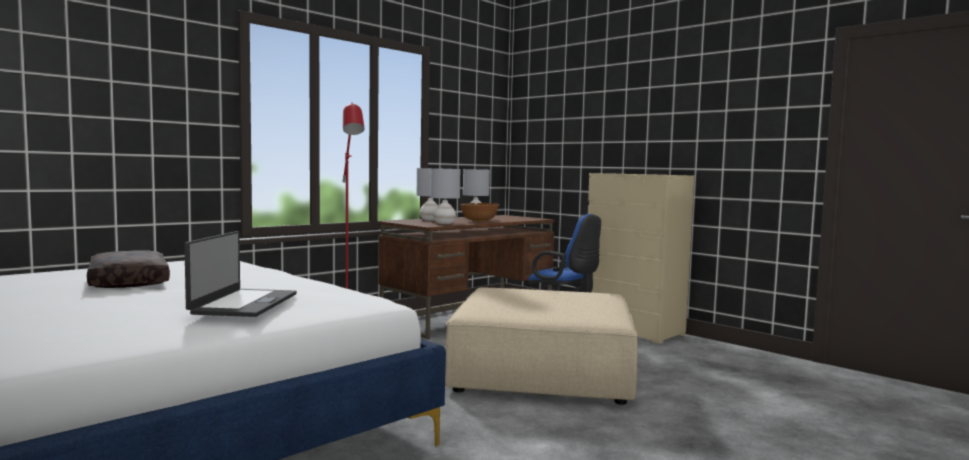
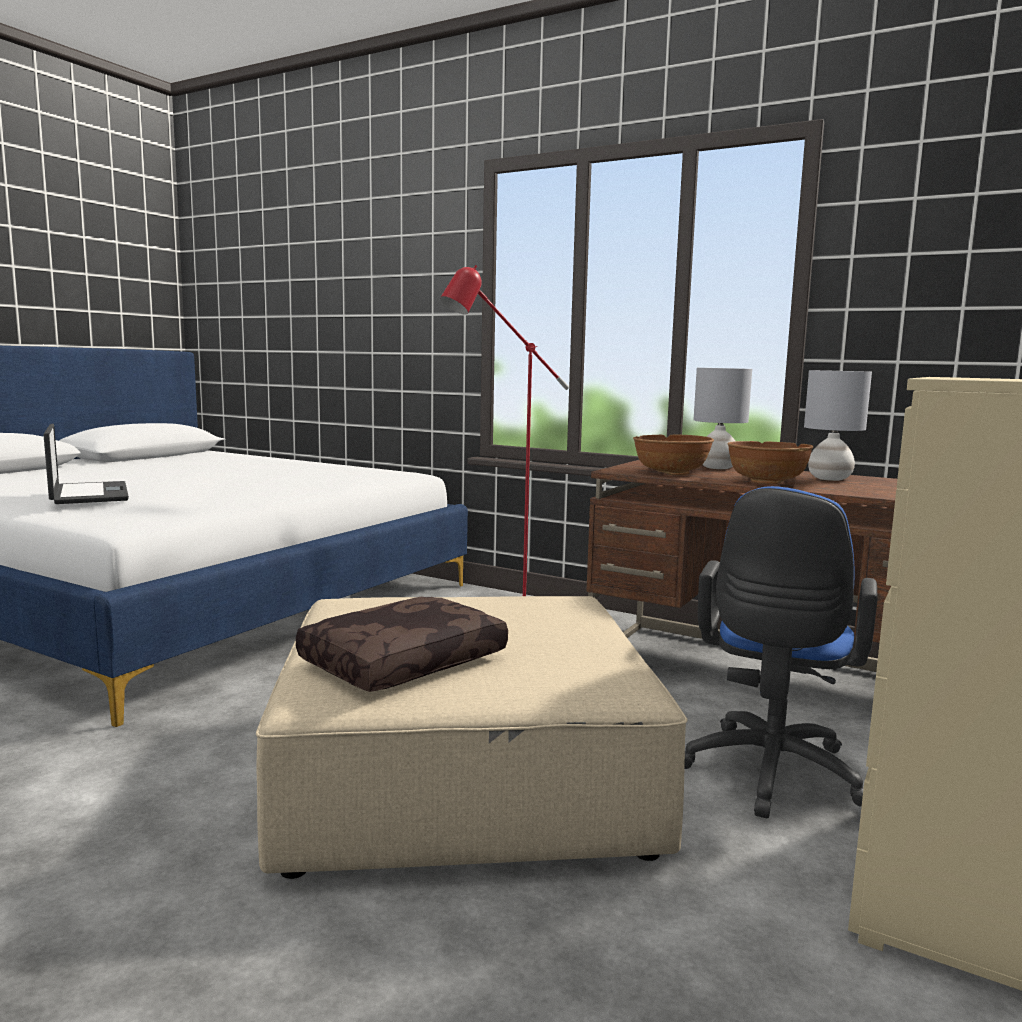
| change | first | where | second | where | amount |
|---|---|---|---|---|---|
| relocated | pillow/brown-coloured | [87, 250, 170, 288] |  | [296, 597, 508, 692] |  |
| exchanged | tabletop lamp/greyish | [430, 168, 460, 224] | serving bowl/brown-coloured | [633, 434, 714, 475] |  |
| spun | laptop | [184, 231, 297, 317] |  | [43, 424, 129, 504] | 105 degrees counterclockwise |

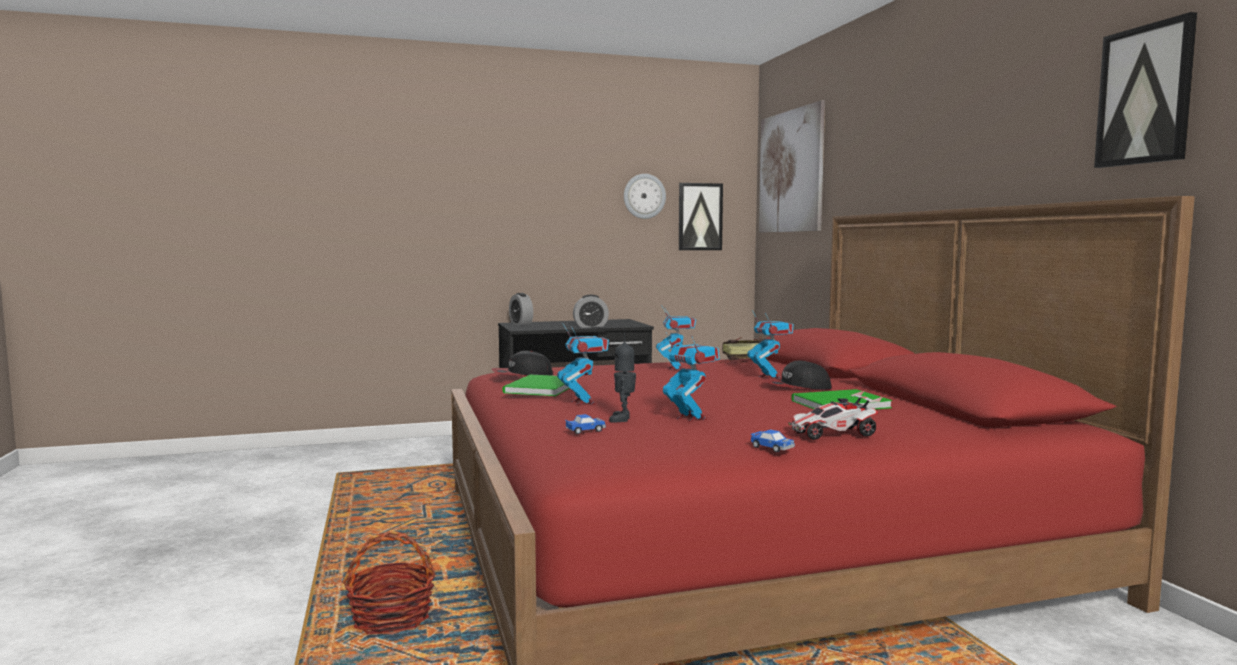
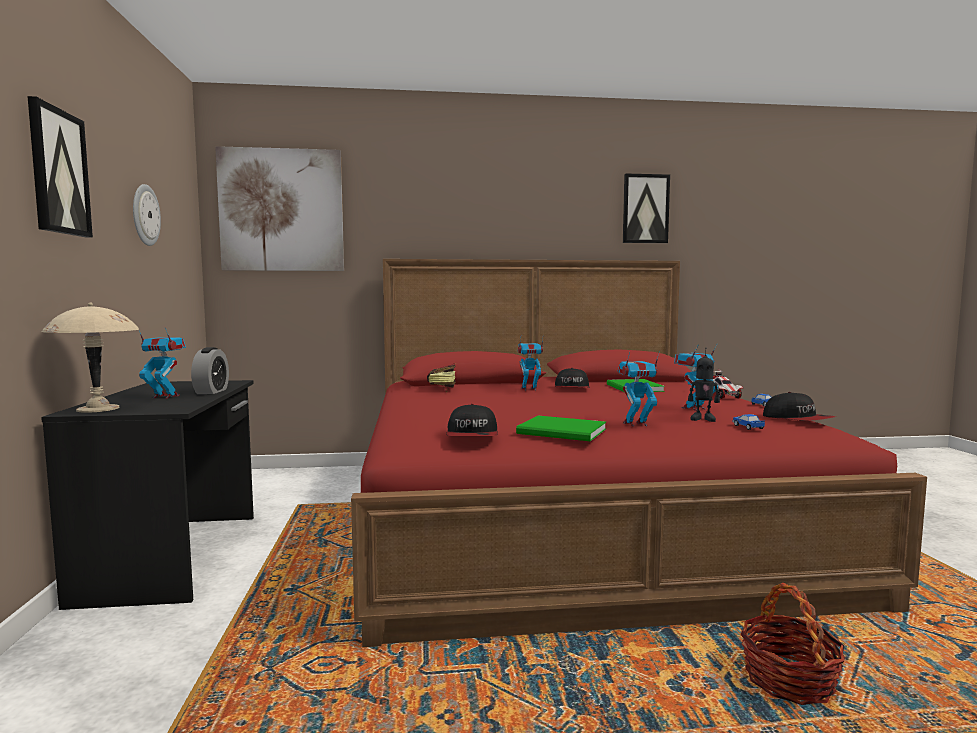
| change | first | where | second | where | amount |
|---|---|---|---|---|---|
| appeared |  |  | baseball cap | [763, 392, 836, 421] |  |
| relocated | robot figure | [656, 307, 696, 371] |  | [139, 328, 186, 399] |  |
| relocated | wall picture | [679, 183, 723, 250] |  | [28, 96, 93, 237] |  |
| exchanged | bedside clock | [509, 293, 533, 325] | tabletop lamp/beige-coloured | [42, 302, 139, 413] |  |

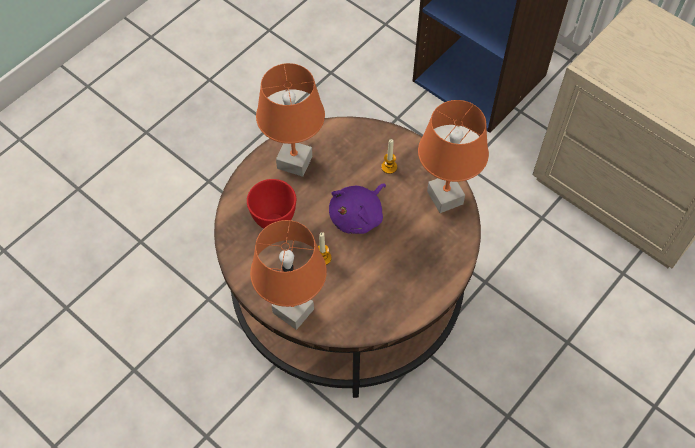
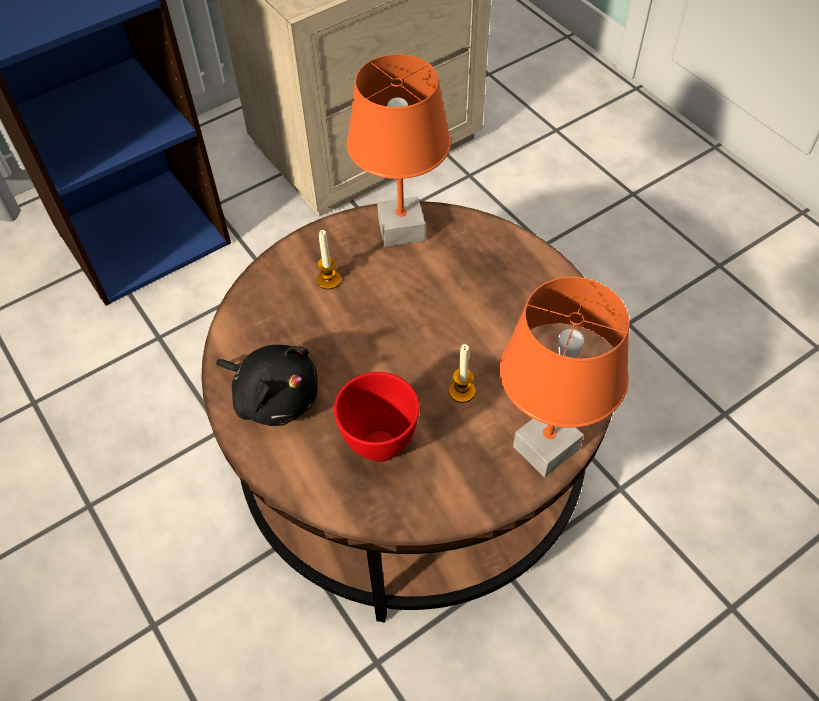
| change | first | where | second | where | amount |
|---|---|---|---|---|---|
| missing | cuddly toy/purple | [329, 184, 386, 234] |  |  |  |
| exchanged | tabletop lamp/orangey | [256, 63, 325, 177] | cuddly toy/black | [216, 345, 318, 426] |  |

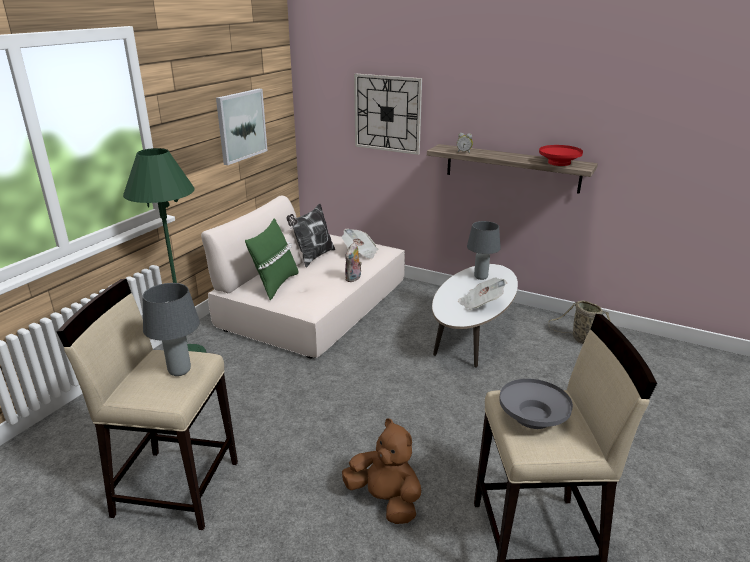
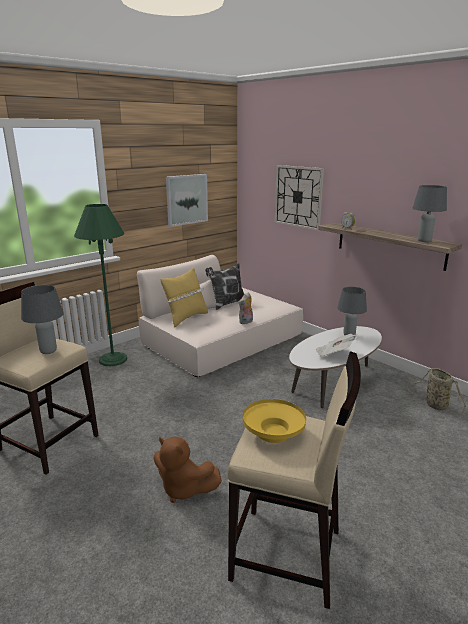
| change | first | where | second | where | amount |
|---|---|---|---|---|---|
| missing | daily paper | [342, 228, 378, 259] |  |  |  |
| exchanged | serving bowl/red-coloured | [539, 145, 583, 166] | tabletop lamp/greyish | [413, 185, 447, 242] |  |
| colour | pillow/green | [245, 219, 299, 300] | pillow/yellow | [160, 268, 208, 327] |  |
| colour | serving bowl/greyish | [499, 379, 573, 429] | serving bowl/yellow | [243, 399, 306, 443] |  |
| spun | cuddly toy/brown-coloured | [342, 418, 421, 524] |  | [153, 437, 222, 503] | 150 degrees clockwise |

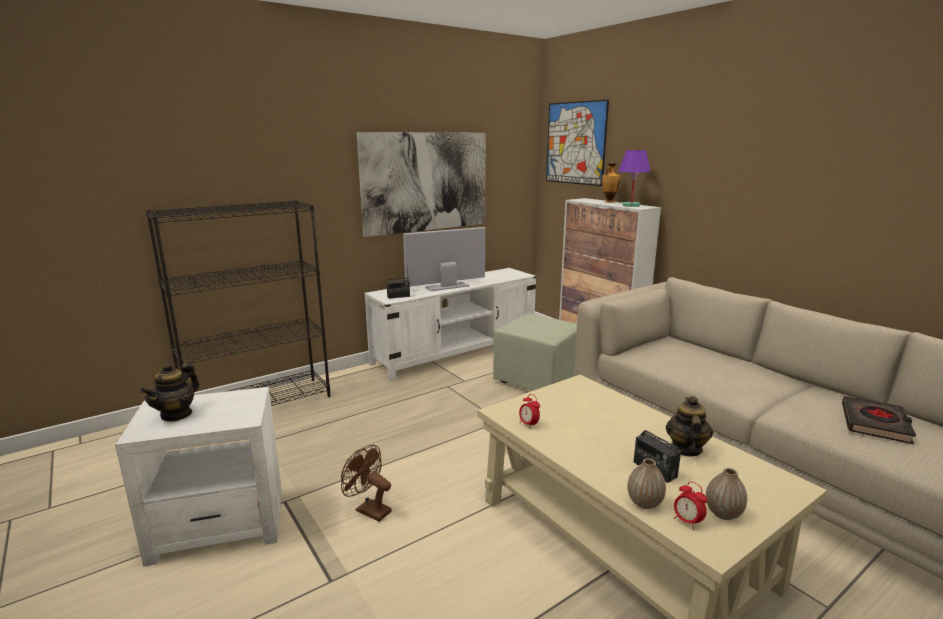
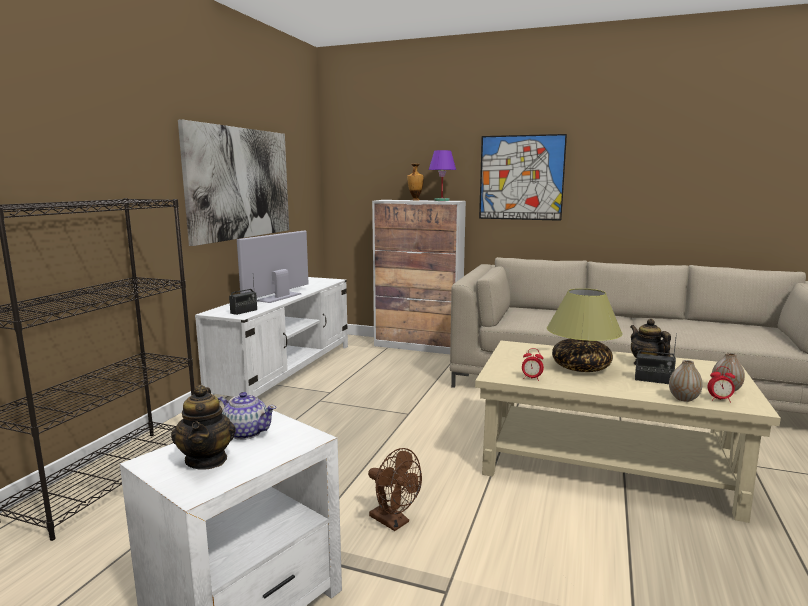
| change | first | where | second | where | amount |
|---|---|---|---|---|---|
| missing | ottoman/green | [493, 314, 577, 391] |  |  |  |
| missing | book/black | [842, 396, 916, 444] |  |  |  |
| appeared |  |  | teapot | [218, 392, 277, 440] |  |
| appeared |  |  | tabletop lamp | [547, 288, 622, 372] |  |
| relocated | wall picture | [546, 100, 609, 186] |  | [479, 134, 567, 221] |  |
| spun | cooling fan/brown-coloured | [341, 445, 392, 522] |  | [368, 448, 422, 531] | 135 degrees counterclockwise |

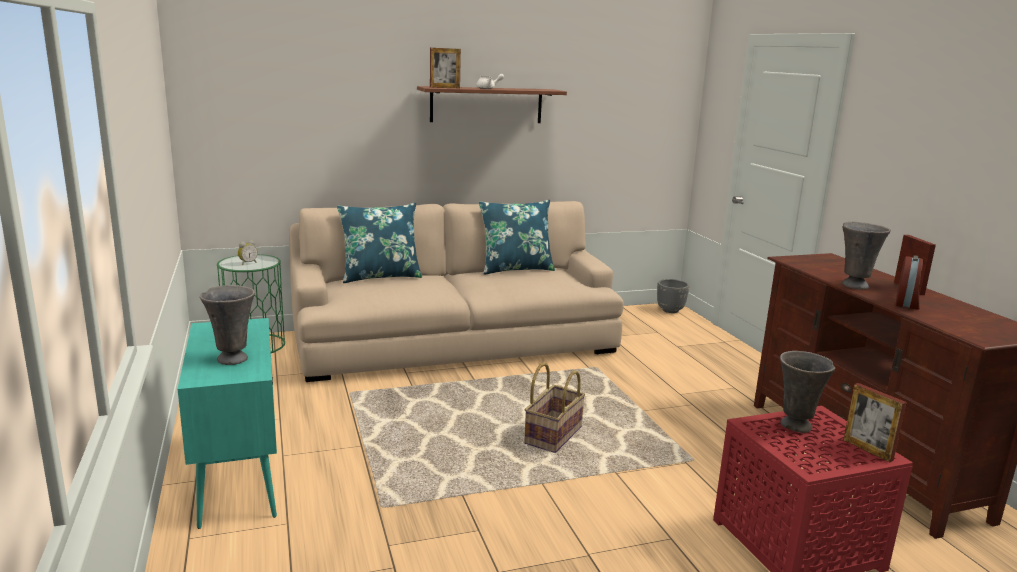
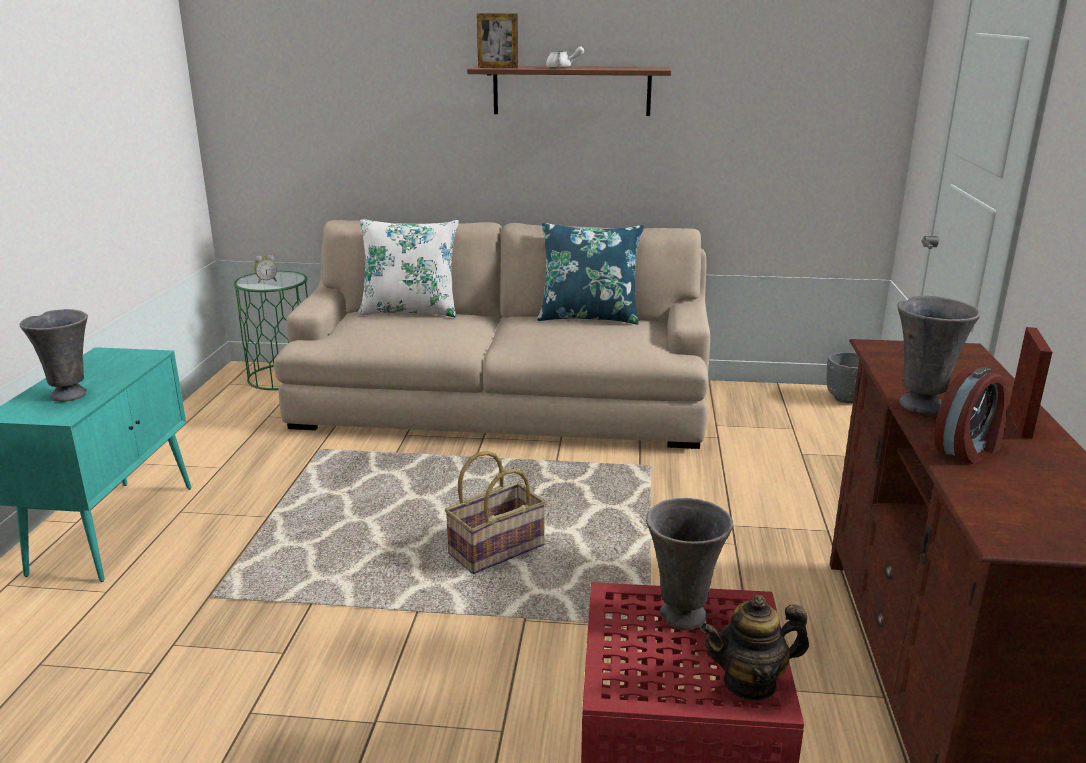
| change | first | where | second | where | amount |
|---|---|---|---|---|---|
| exchanged | standing frame | [843, 383, 907, 462] | teapot | [700, 595, 809, 701] |  |
| colour | pillow/bluish | [337, 203, 422, 283] | pillow/whitish | [358, 219, 459, 317] |  |

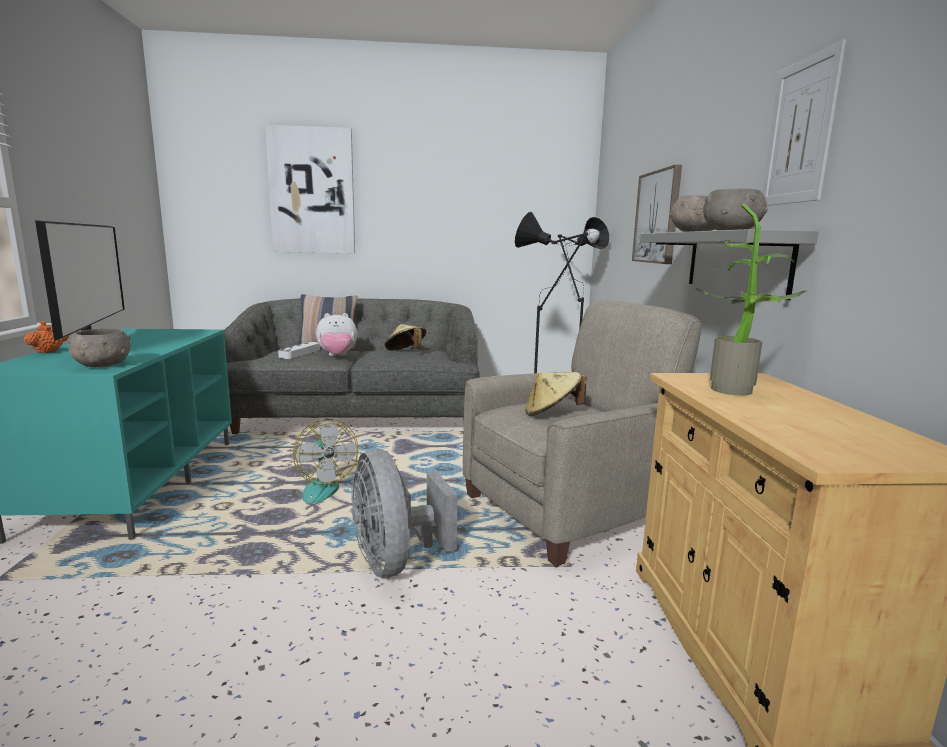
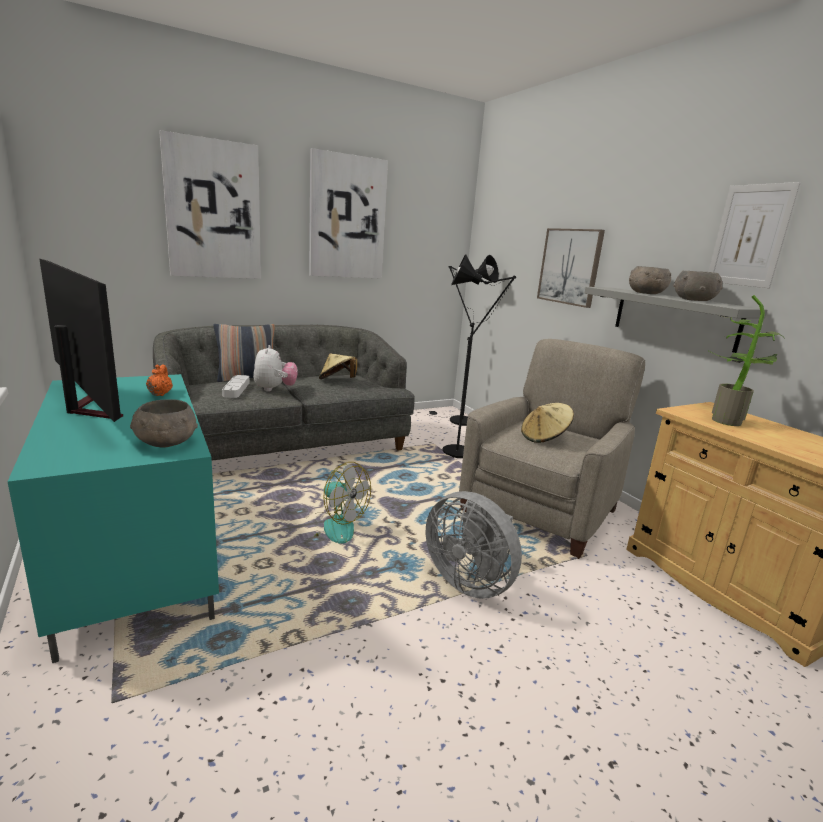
| change | first | where | second | where | amount |
|---|---|---|---|---|---|
| appeared |  |  | wall picture | [309, 148, 388, 279] |  |
| relocated | teapot/orangey | [24, 321, 69, 353] |  | [146, 364, 173, 396] |  |
| spun | cuddly toy | [316, 313, 357, 356] |  | [253, 345, 298, 392] | 60 degrees counterclockwise |

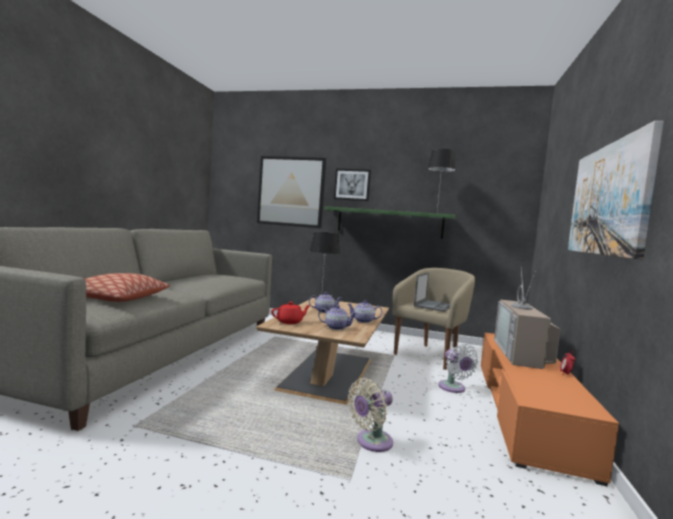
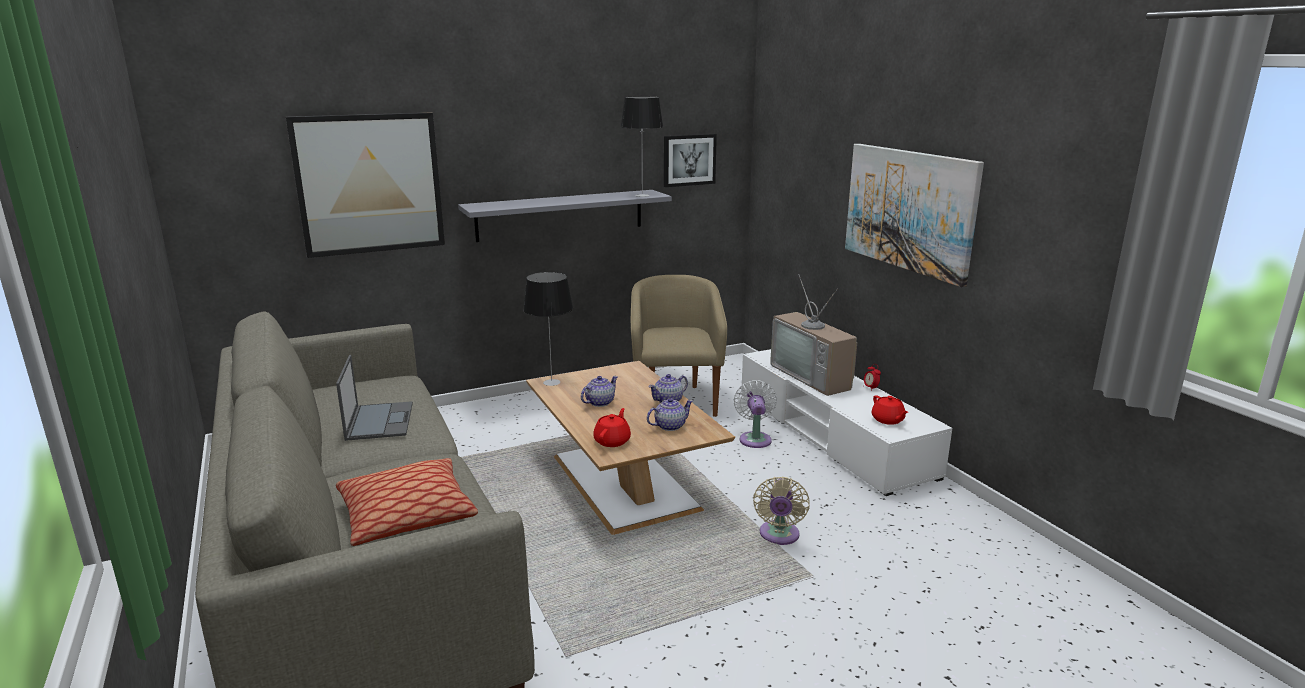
| change | first | where | second | where | amount |
|---|---|---|---|---|---|
| appeared |  |  | teapot/red-coloured | [872, 395, 908, 425] |  |
| relocated | wall picture | [334, 169, 371, 201] |  | [664, 134, 717, 187] |  |
| relocated | laptop | [414, 272, 451, 312] |  | [336, 355, 413, 441] |  |
| colour | bracket shelf/green | [324, 206, 455, 239] | bracket shelf/greyish | [458, 190, 672, 242] |  |
| colour | media console/orangey | [481, 333, 619, 486] | media console/whitish | [741, 349, 952, 496] |  |
| spun | cooling fan/whitish | [438, 344, 478, 393] |  | [734, 380, 777, 448] | 120 degrees counterclockwise |

